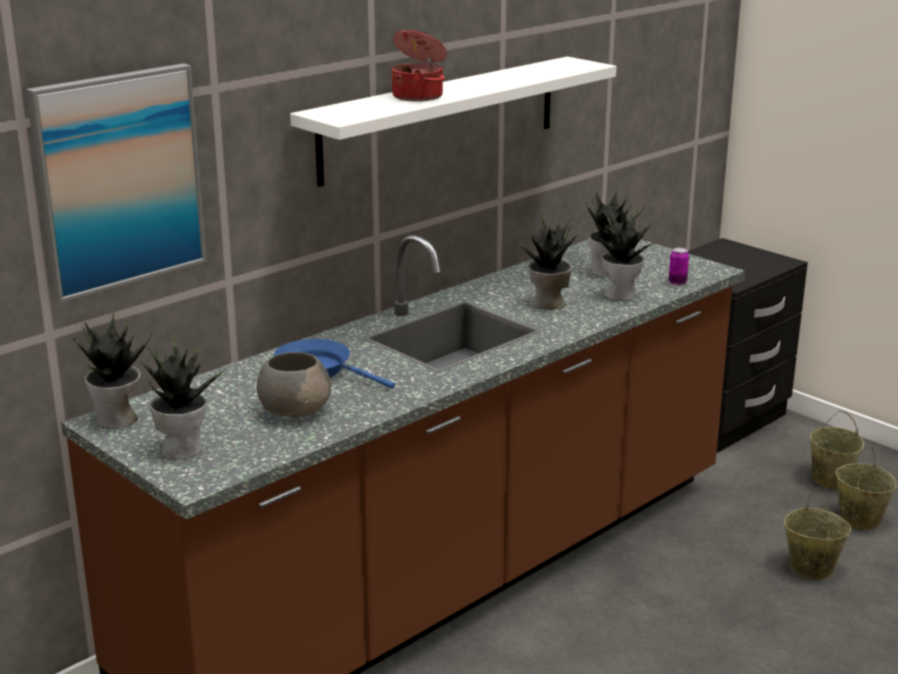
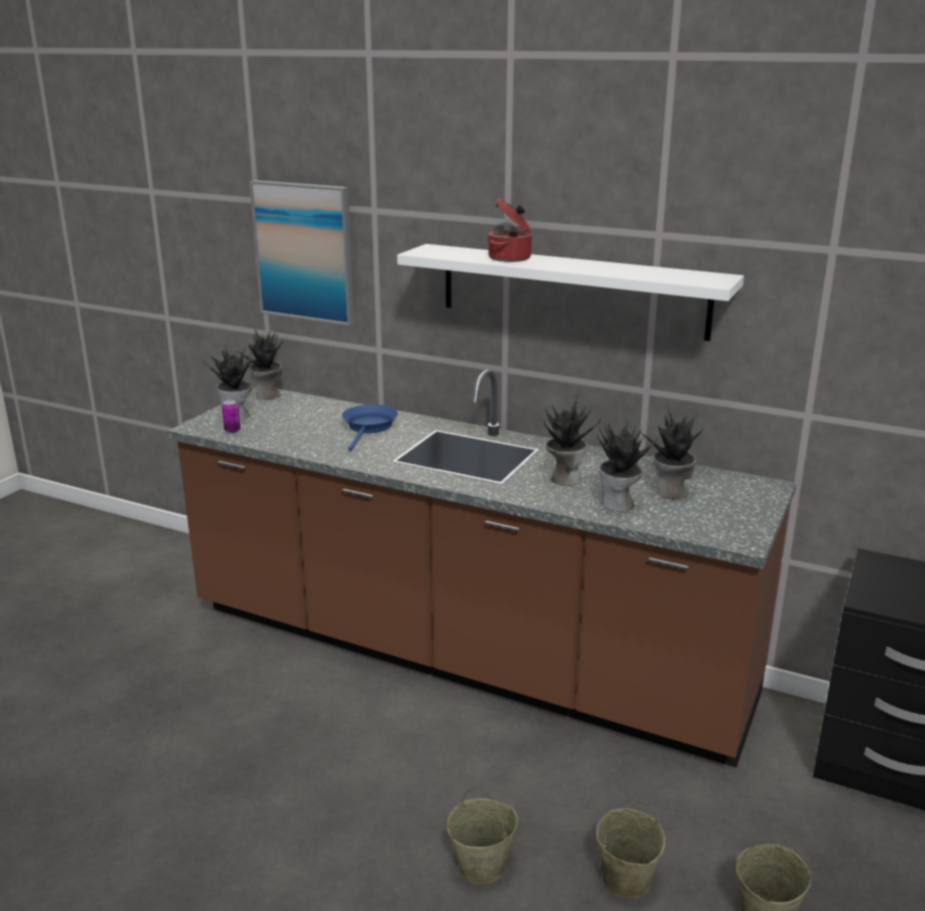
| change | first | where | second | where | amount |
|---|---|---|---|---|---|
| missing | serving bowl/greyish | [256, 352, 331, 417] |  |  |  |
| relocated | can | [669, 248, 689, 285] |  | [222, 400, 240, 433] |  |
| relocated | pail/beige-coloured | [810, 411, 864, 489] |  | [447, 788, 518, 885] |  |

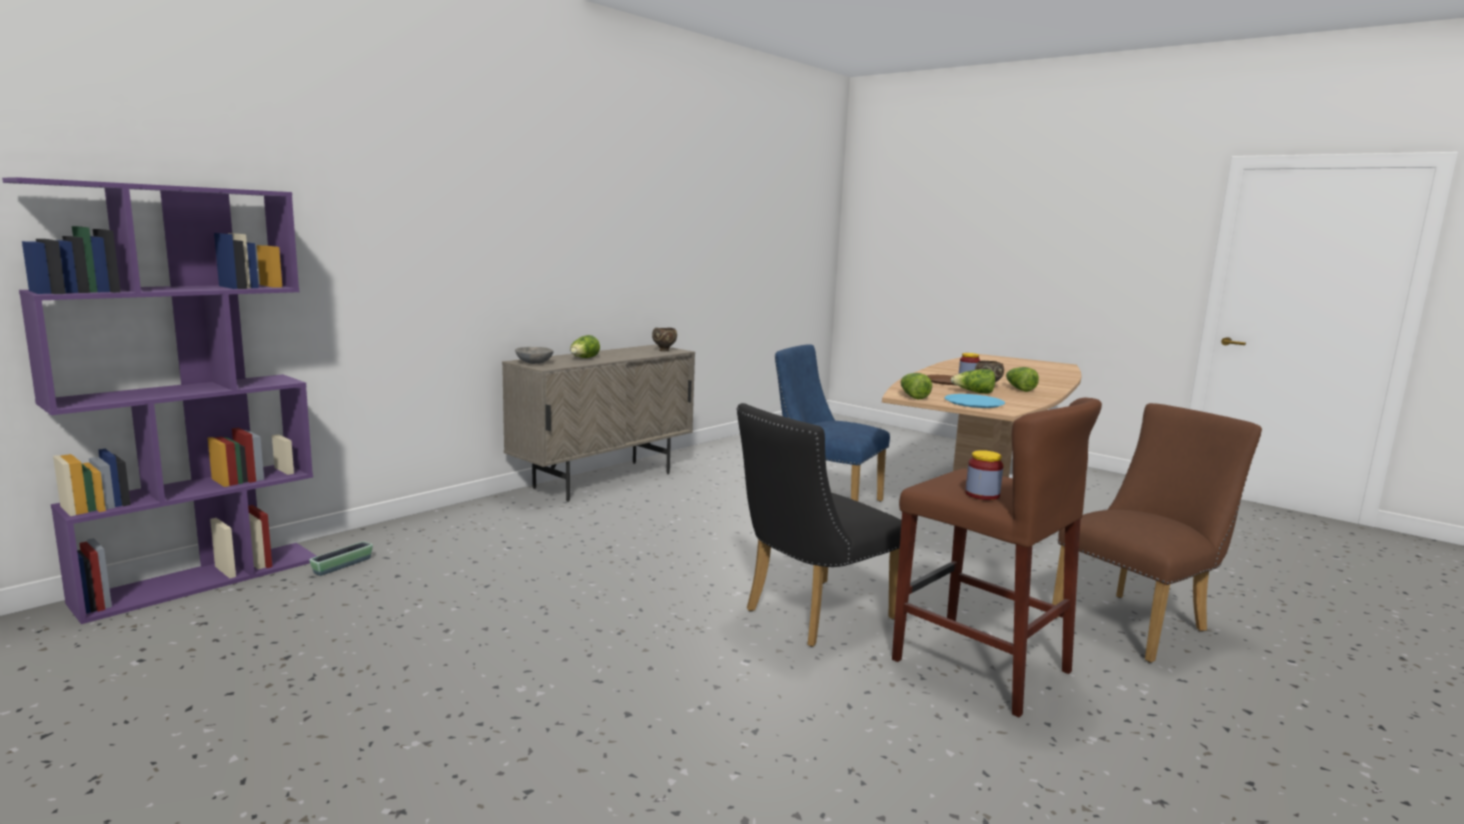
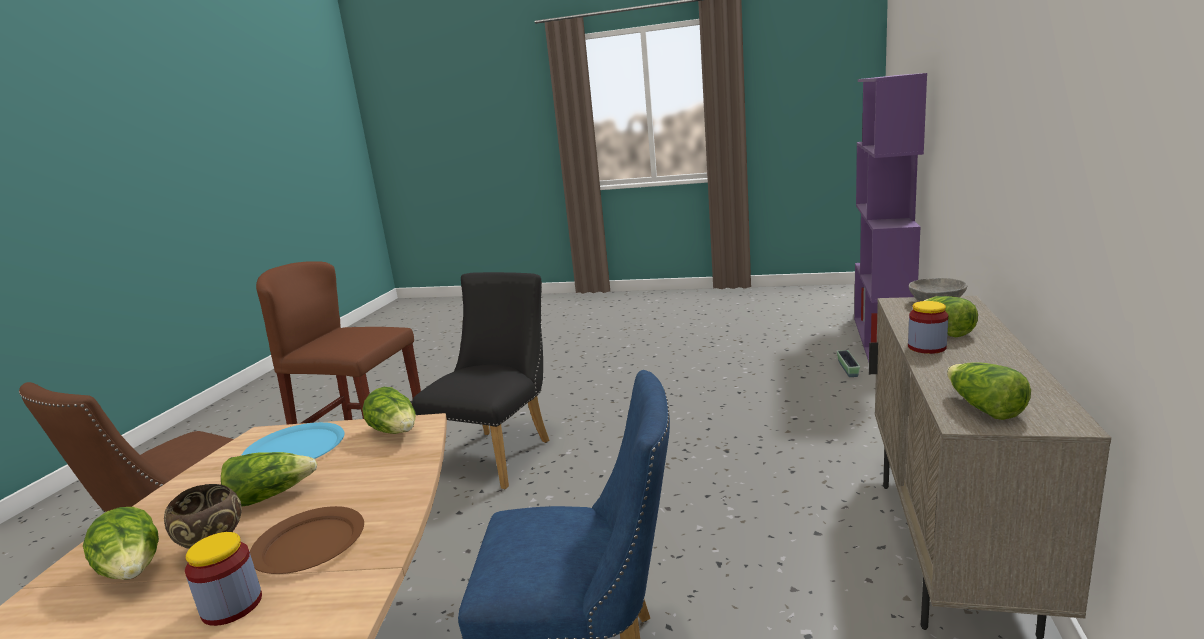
| change | first | where | second | where | amount |
|---|---|---|---|---|---|
| relocated | jar | [965, 450, 1003, 500] |  | [908, 301, 948, 354] |  |
| exchanged | serving bowl/brown-coloured | [652, 328, 677, 351] | lettuce | [947, 362, 1031, 420] |  |

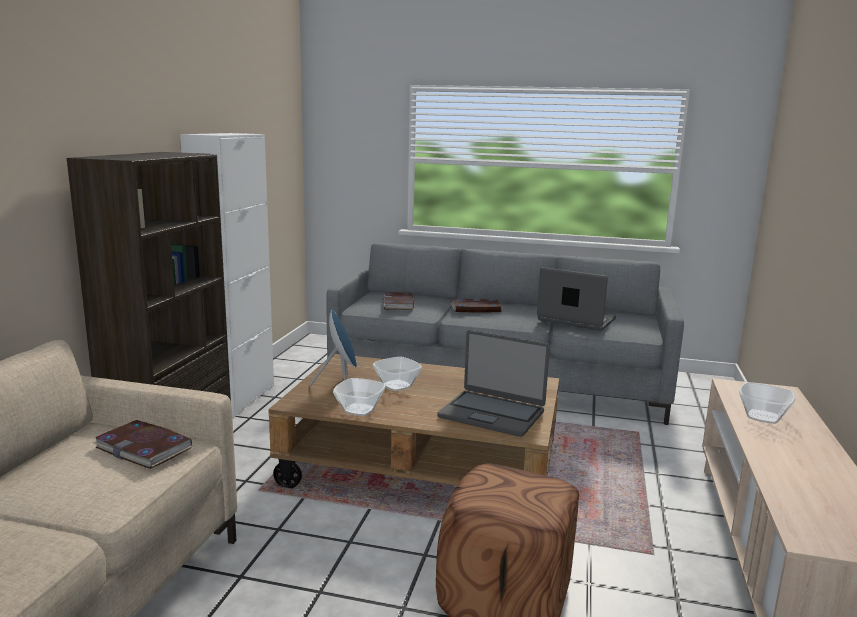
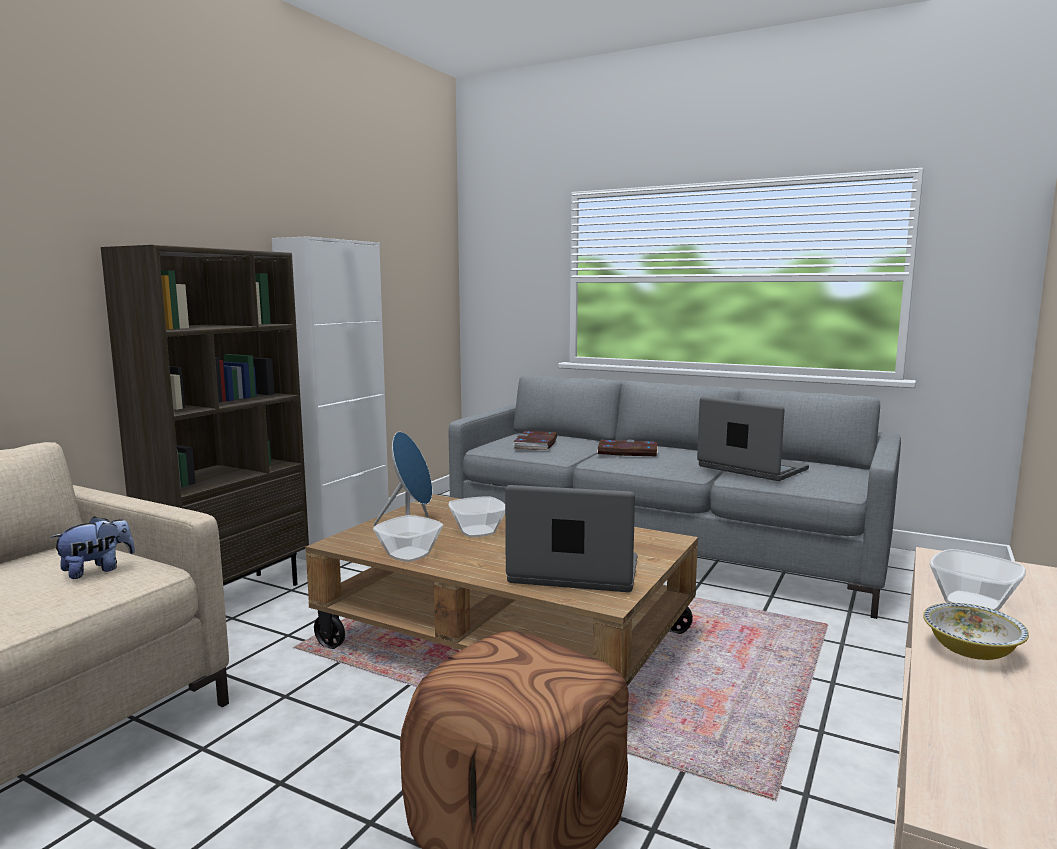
| change | first | where | second | where | amount |
|---|---|---|---|---|---|
| appeared |  |  | serving bowl | [923, 603, 1029, 660] |  |
| exchanged | book | [93, 420, 192, 469] | cuddly toy | [50, 516, 135, 579] |  |
| spun | laptop | [437, 330, 550, 437] |  | [505, 485, 637, 592] | 150 degrees clockwise |

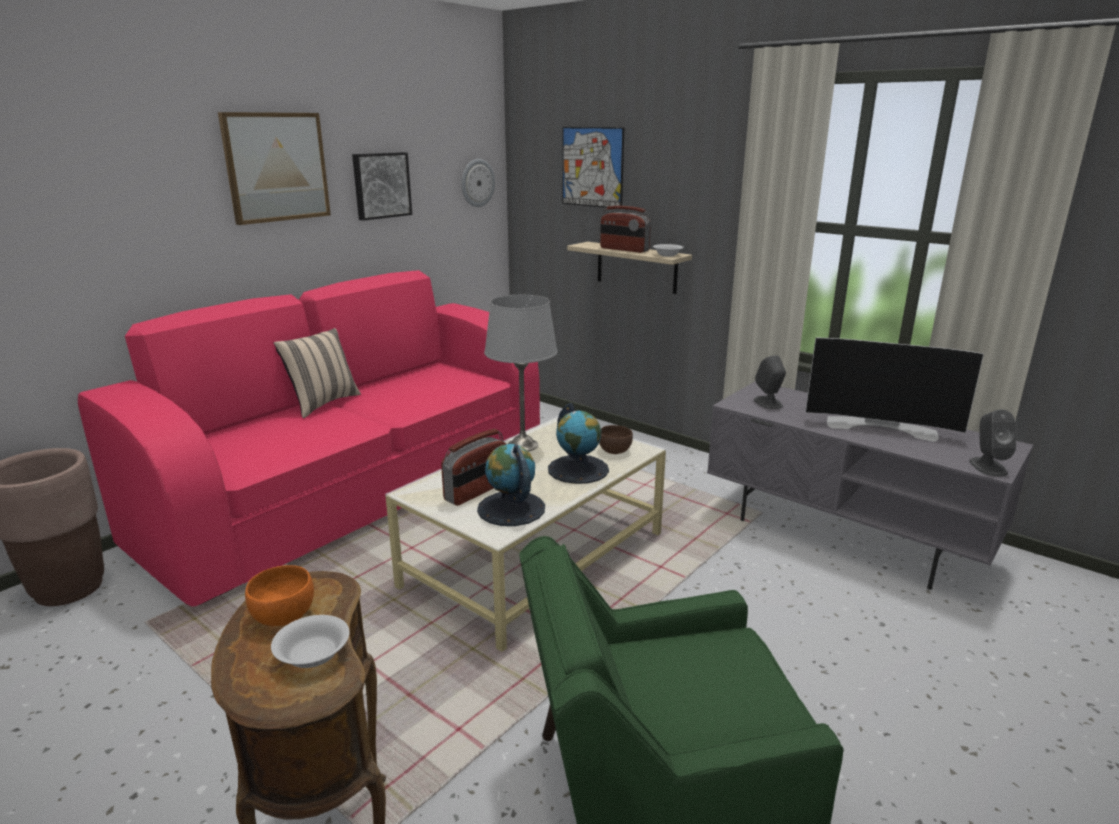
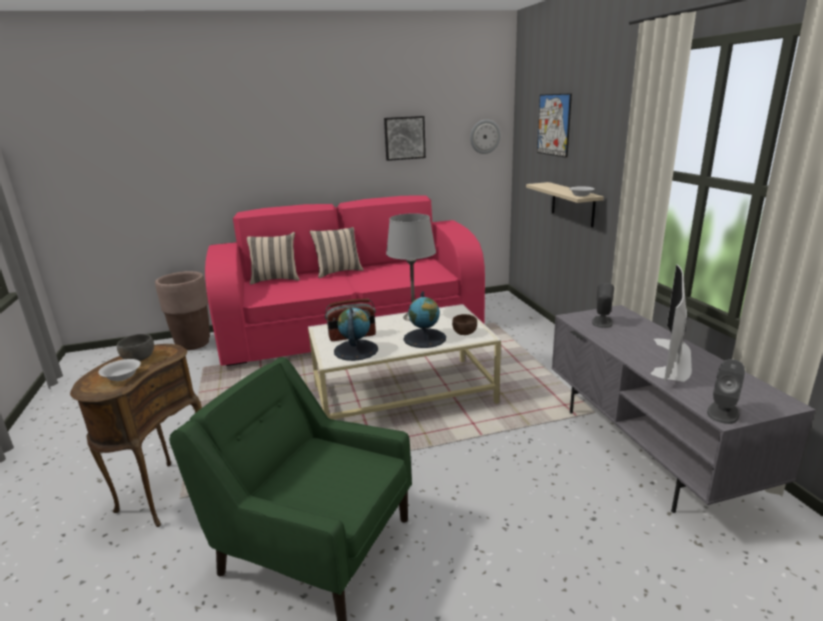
| change | first | where | second | where | amount |
|---|---|---|---|---|---|
| missing | wall picture | [218, 112, 331, 225] |  |  |  |
| missing | radio | [600, 206, 651, 253] |  |  |  |
| appeared |  |  | pillow/beige-coloured | [247, 232, 300, 285] |  |
| colour | serving bowl/orangey | [245, 565, 314, 626] | serving bowl/greyish | [117, 334, 154, 361] |  |
| spun | TV | [805, 338, 984, 442] |  | [650, 264, 692, 382] | 60 degrees clockwise |

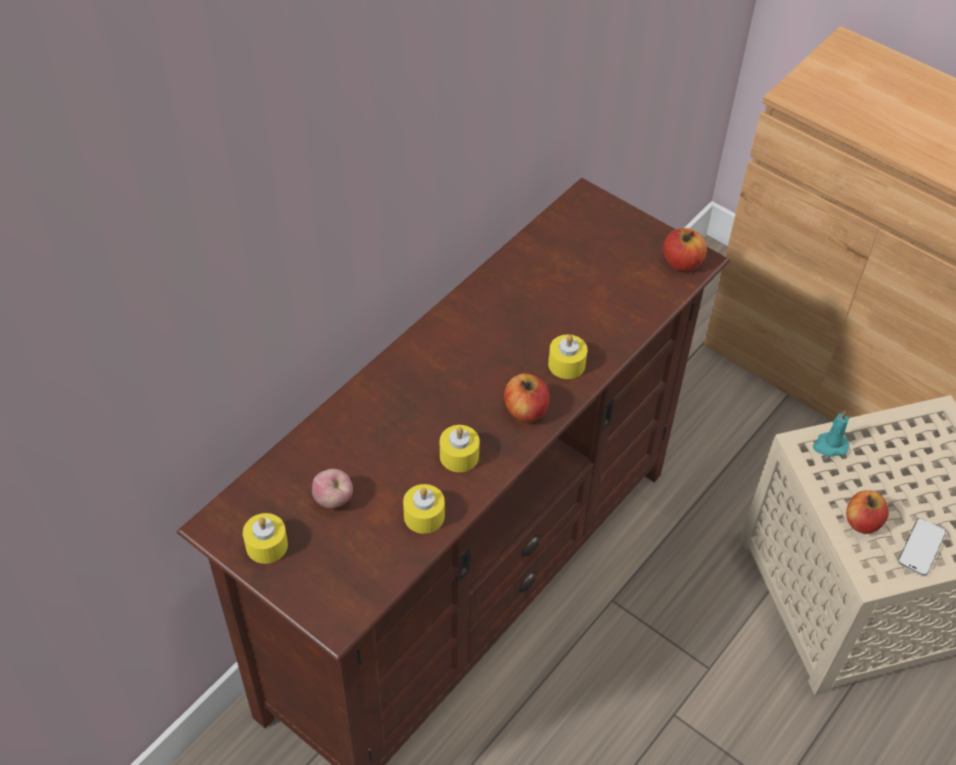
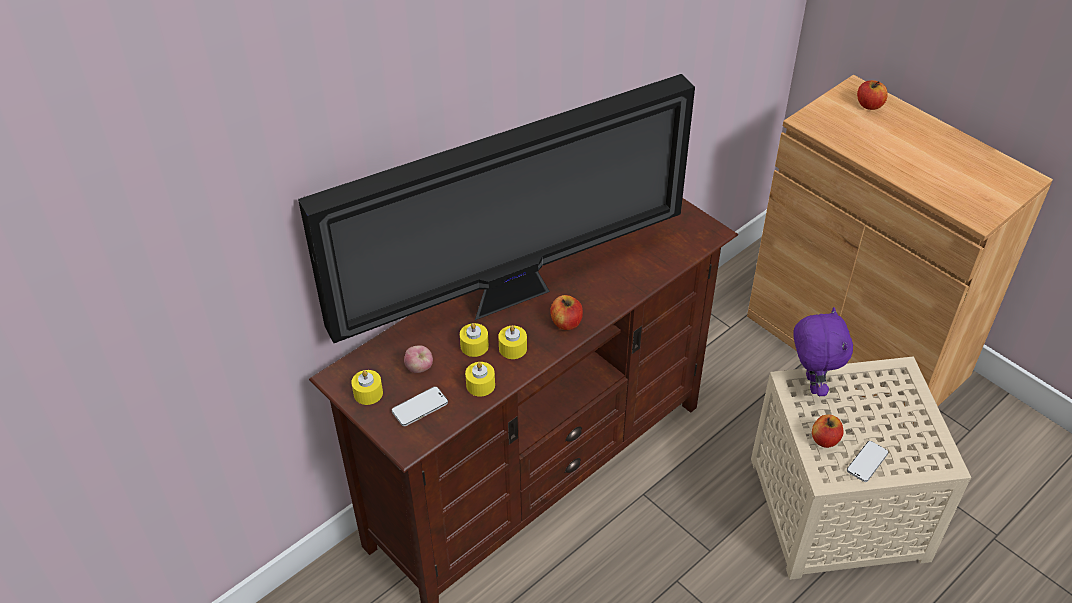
| change | first | where | second | where | amount |
|---|---|---|---|---|---|
| appeared |  |  | TV | [298, 74, 695, 343] |  |
| appeared |  |  | handset | [392, 387, 448, 426] |  |
| relocated | candle/yellow | [548, 334, 587, 379] |  | [460, 323, 489, 357] |  |
| relocated | apple | [663, 228, 707, 271] |  | [857, 80, 888, 110] |  |
| exchanged | candle/turquoise | [813, 410, 849, 457] | cuddly toy/purple | [793, 307, 853, 396] |  |

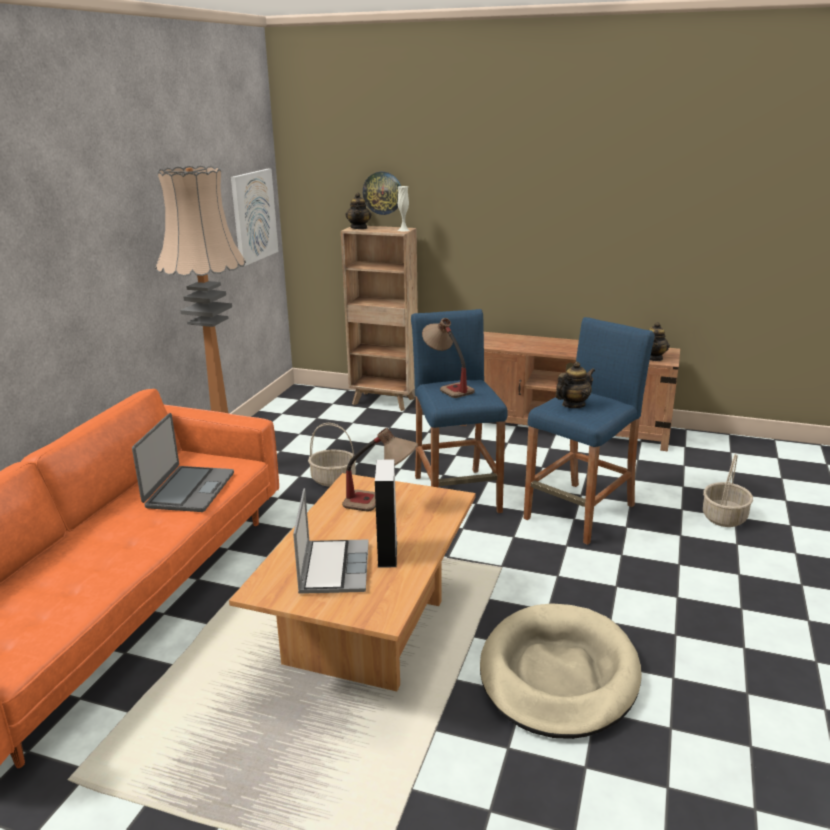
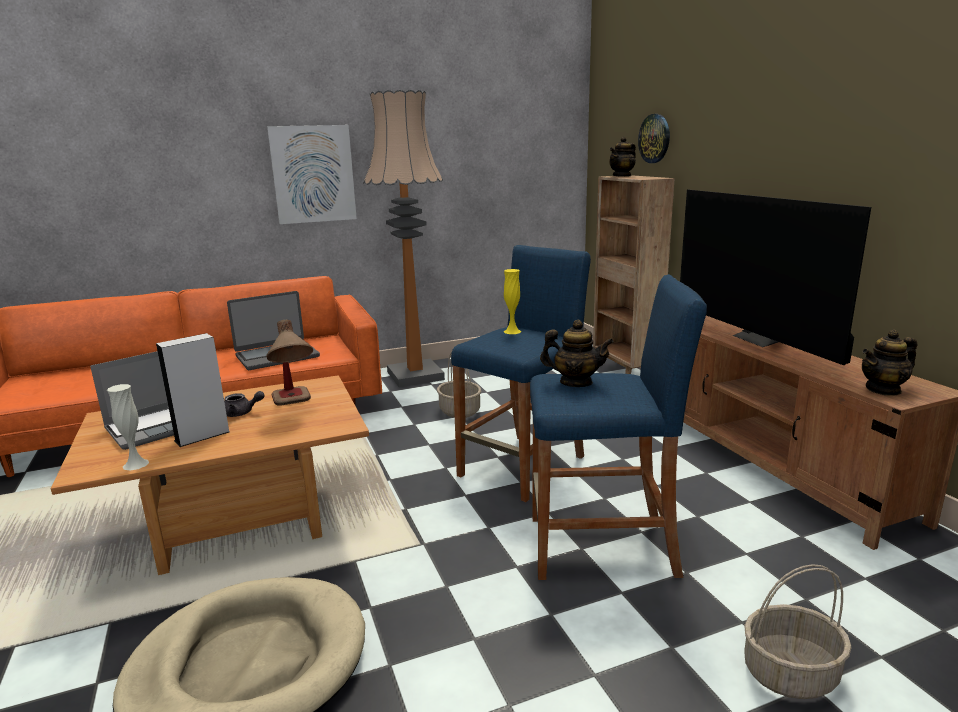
| change | first | where | second | where | amount |
|---|---|---|---|---|---|
| appeared |  |  | teapot/greyish | [224, 391, 265, 417] |  |
| appeared |  |  | TV | [680, 190, 871, 365] |  |
| relocated | wall picture | [231, 169, 279, 266] |  | [267, 125, 357, 224] |  |
| relocated | decorative vase/whitish | [398, 186, 410, 231] |  | [107, 384, 149, 470] |  |
| exchanged | tabletop lamp | [422, 318, 475, 398] | decorative vase/yellow | [504, 269, 521, 334] |  |

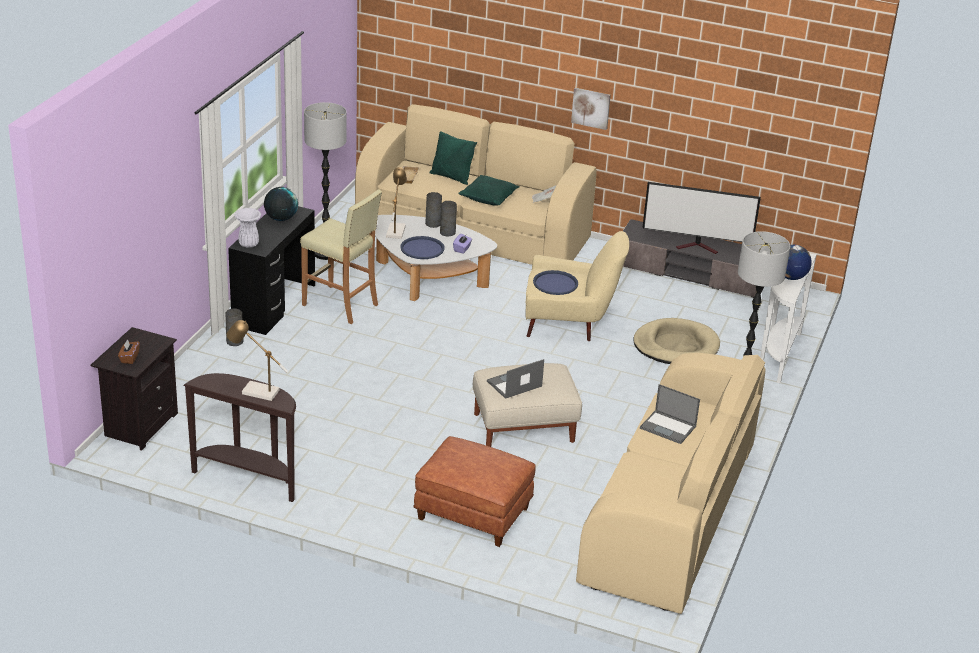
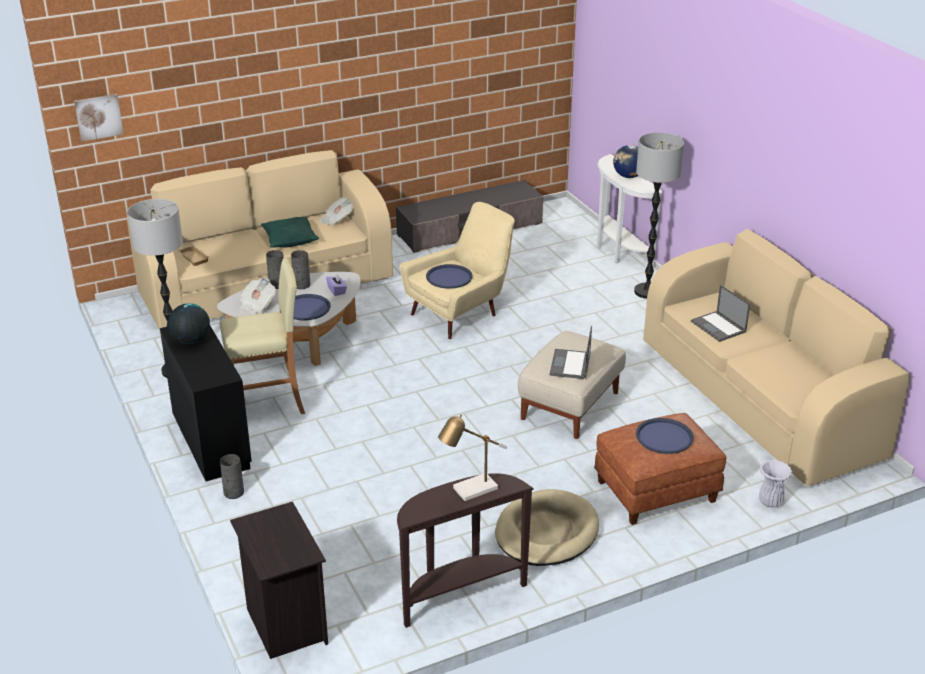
| change | first | where | second | where | amount |
|---|---|---|---|---|---|
| missing | tissue box/brown-coloured | [118, 339, 140, 364] |  |  |  |
| missing | pillow/green | [429, 131, 477, 185] |  |  |  |
| missing | TV | [642, 182, 761, 254] |  |  |  |
| appeared |  |  | serving tray/bluish | [636, 418, 694, 454] |  |
| relocated | decorative vase/whitish | [234, 208, 261, 248] |  | [759, 460, 792, 508] |  |
| relocated | wall picture | [571, 87, 611, 130] |  | [74, 94, 124, 142] |  |
| relocated | pet bed/beige-coloured | [633, 318, 720, 364] |  | [495, 489, 599, 566] |  |
| exchanged | tabletop lamp | [386, 167, 407, 239] | daily paper | [239, 278, 276, 314] |  |
| spun | laptop | [640, 384, 700, 444] |  | [691, 285, 750, 342] | 75 degrees clockwise |

